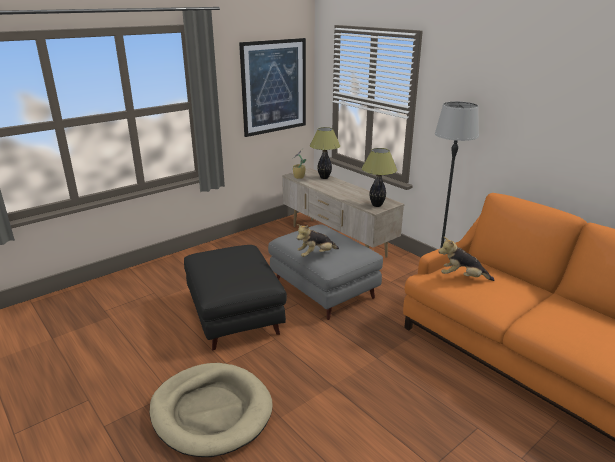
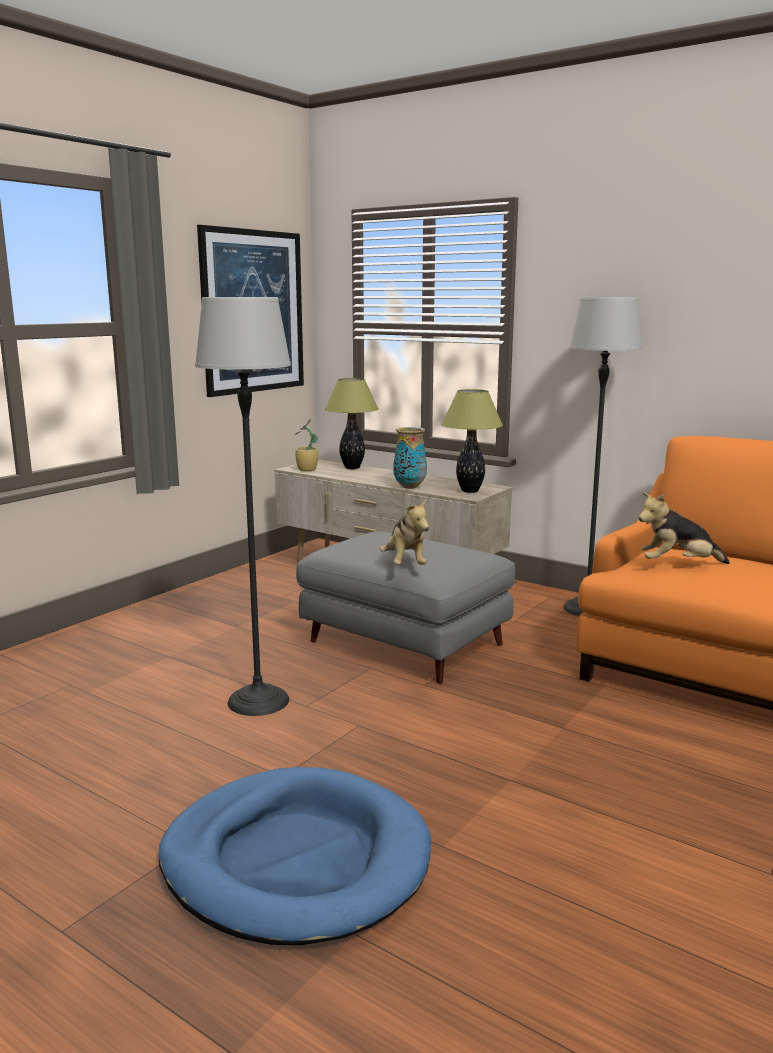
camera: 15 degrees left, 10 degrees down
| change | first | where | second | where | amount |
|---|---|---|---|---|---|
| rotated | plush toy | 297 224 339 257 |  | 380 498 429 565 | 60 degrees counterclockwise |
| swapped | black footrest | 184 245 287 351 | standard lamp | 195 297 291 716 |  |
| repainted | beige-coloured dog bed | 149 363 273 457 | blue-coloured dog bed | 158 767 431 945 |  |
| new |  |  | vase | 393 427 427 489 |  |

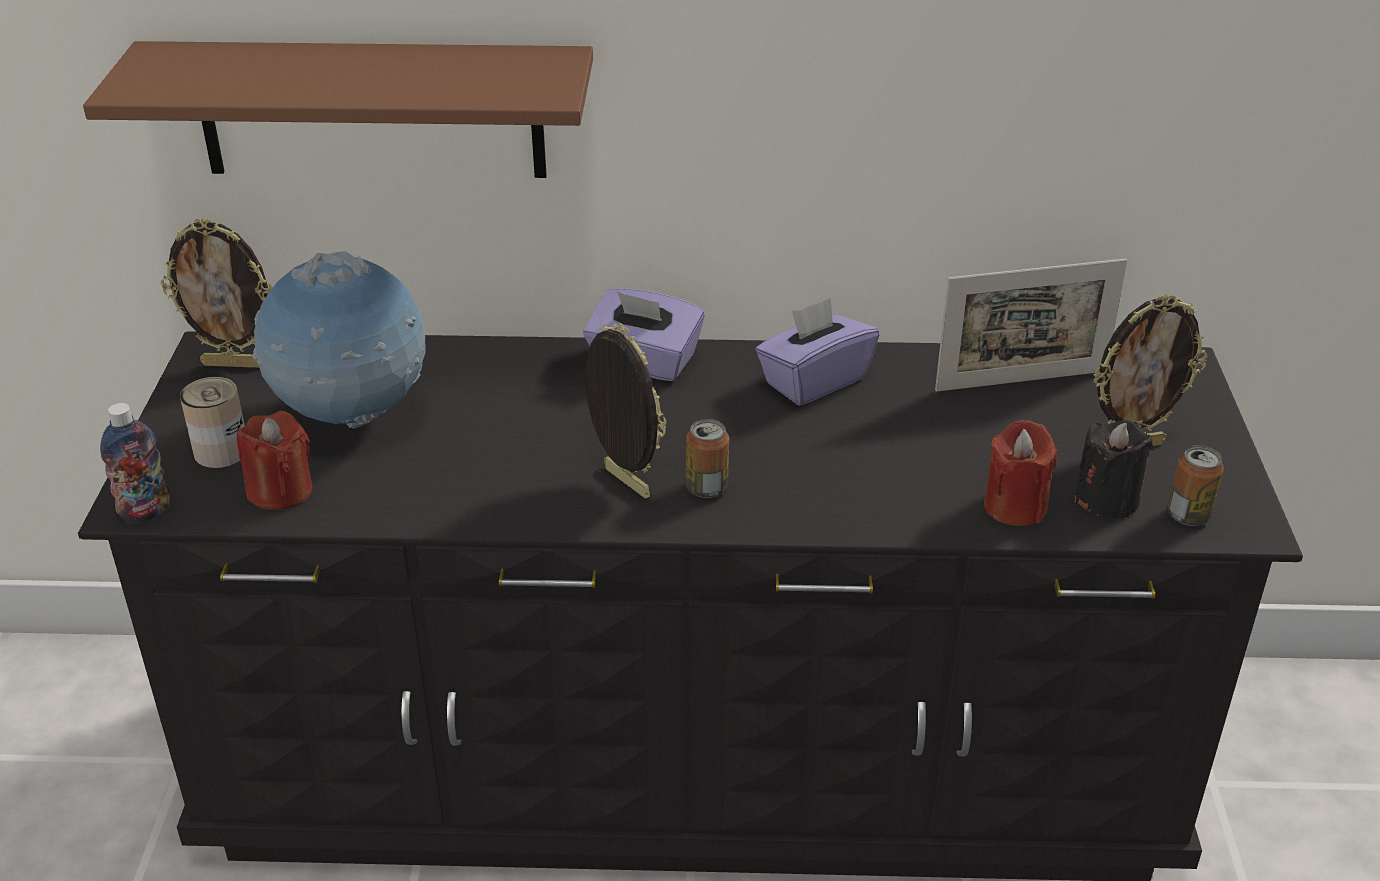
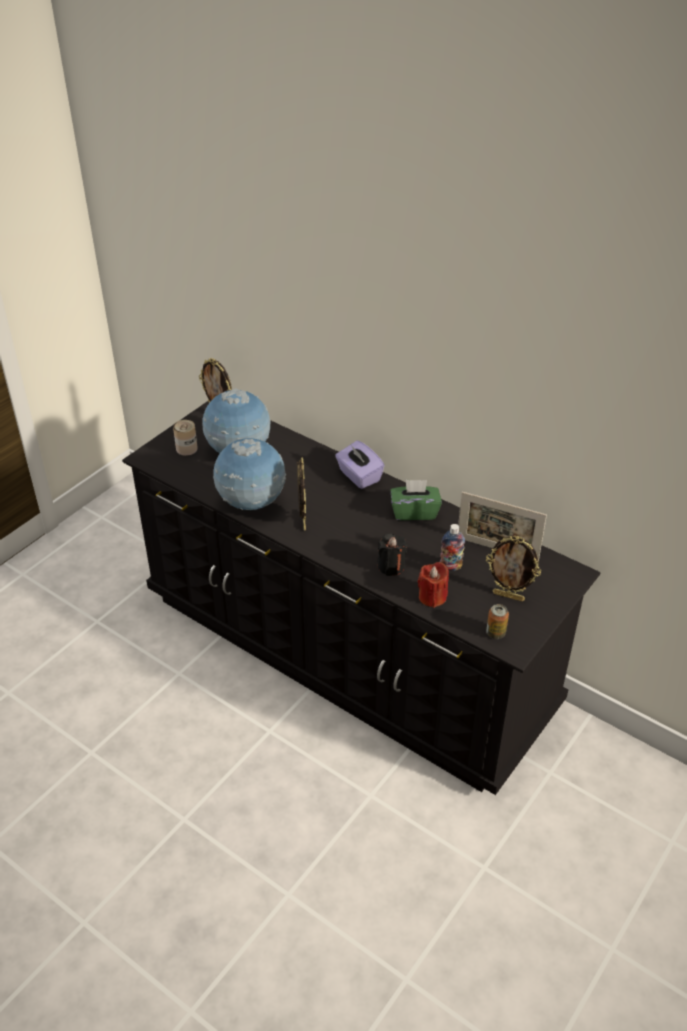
camera: 35 degrees right, 5 degrees up
| change | first | where | second | where | amount |
|---|---|---|---|---|---|
| gone | brown-coloured bracket shelf | 83 41 593 178 |  |  |  |
| repainted | purple tissue box | 755 297 879 406 | green-coloured tissue box | 390 480 442 520 |  |
| shifted | drink bottle | 100 403 170 523 |  | 440 524 465 571 |  |
| gone | red-coloured candle | 237 411 312 510 |  |  |  |
| gone | can | 686 419 729 498 |  |  |  |
| shifted | black candle | 1074 420 1153 519 |  | 378 533 407 576 |  |
| new |  |  | globe | 213 438 286 510 |  |

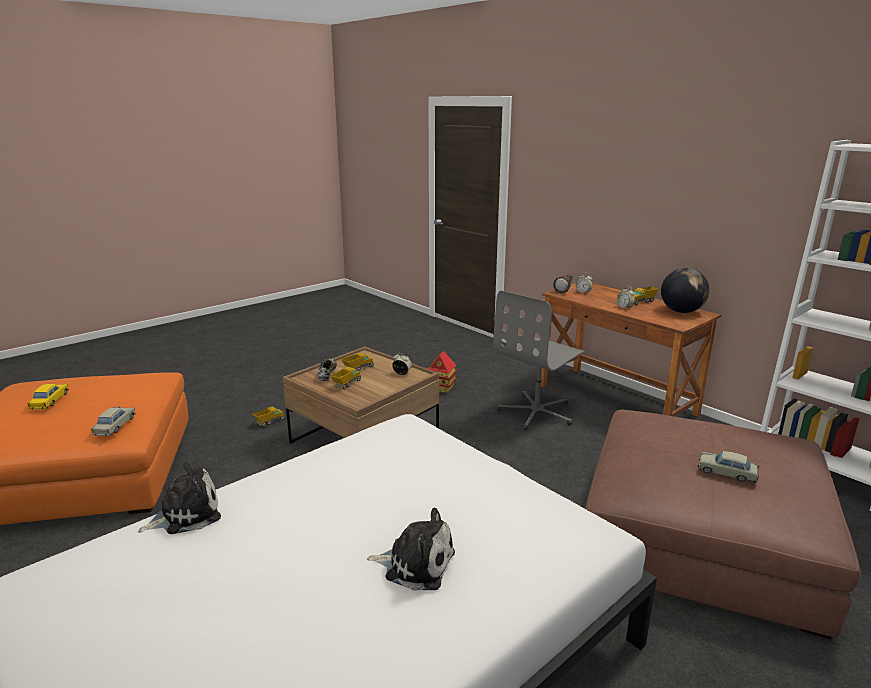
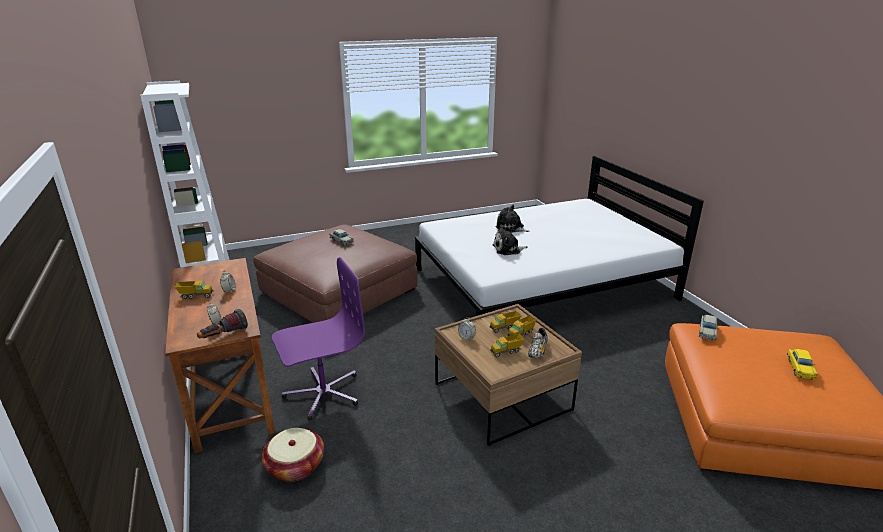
camera: 160 degrees left, 5 degrees up
| change | first | where | second | where | amount |
|---|---|---|---|---|---|
| gone | globe | 661 268 709 313 |  |  |  |
| repainted | gray office chair | 493 290 585 430 | purple office chair | 272 257 365 420 |  |
| gone | toy house | 428 351 457 393 |  |  |  |
| shifted | toy truck | 253 406 285 427 |  | 490 311 521 333 |  |
| shifted | plush toy | 138 462 221 534 |  | 493 225 528 255 |  |
| new |  |  | storage basket | 262 428 324 482 |  |

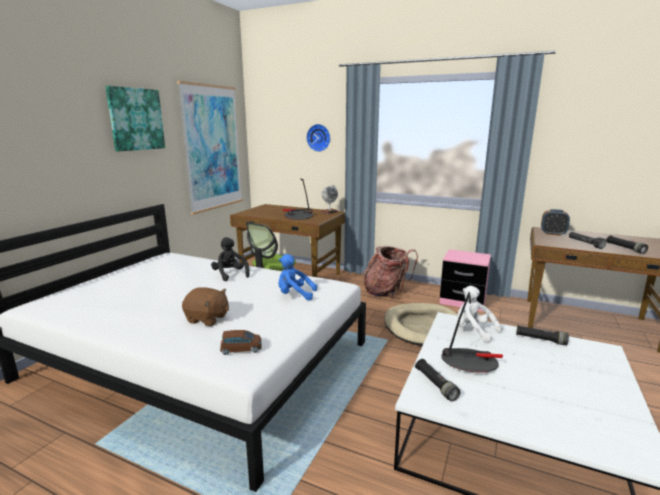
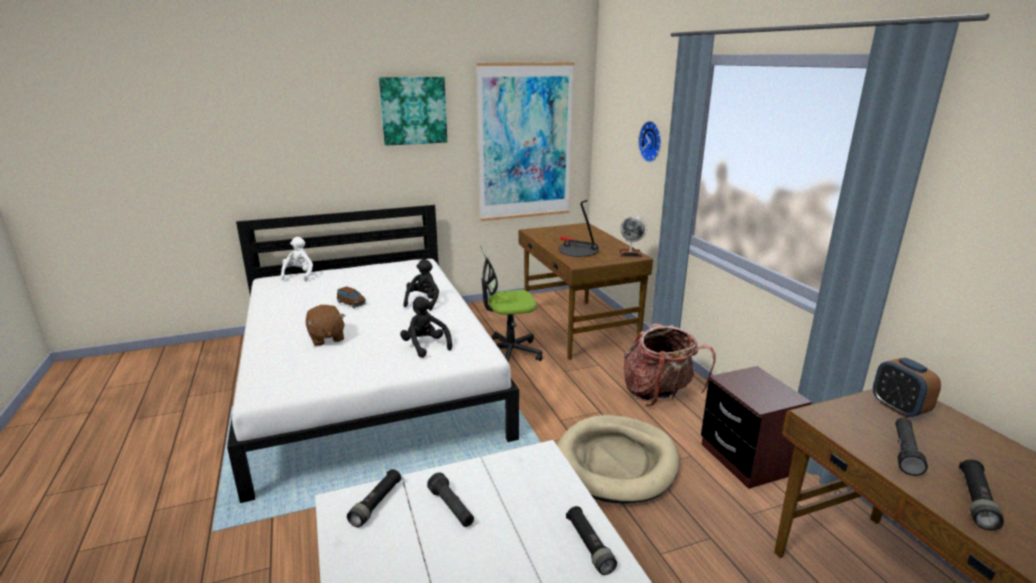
camera: 45 degrees right, 5 degrees up
| change | first | where | second | where | amount |
|---|---|---|---|---|---|
| repainted | pink-coloured bedside table | 439 249 491 311 | brown-coloured bedside table | 701 366 812 489 |  |
| repainted | blue-coloured plush toy | 278 254 317 301 | black plush toy | 400 297 452 358 |  |
| shifted | white plush toy | 457 286 503 342 |  | 281 237 313 281 |  |
| swapped | tabletop lamp | 441 292 503 373 | black flashlight | 427 472 474 527 |  |
| shifted | brown-coloured miniature car | 220 330 262 355 |  | 337 286 365 308 |  |

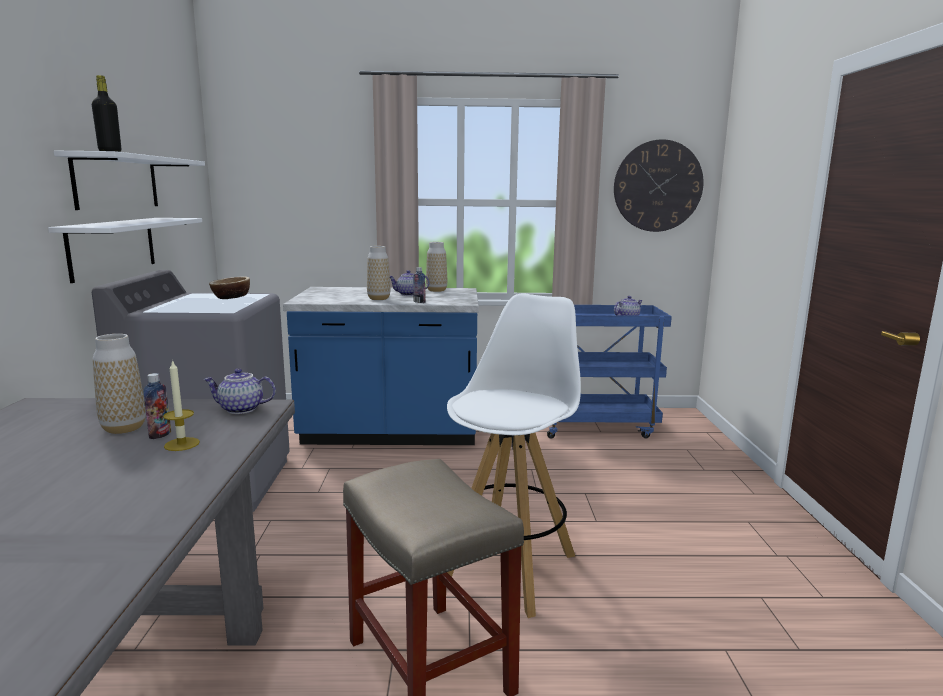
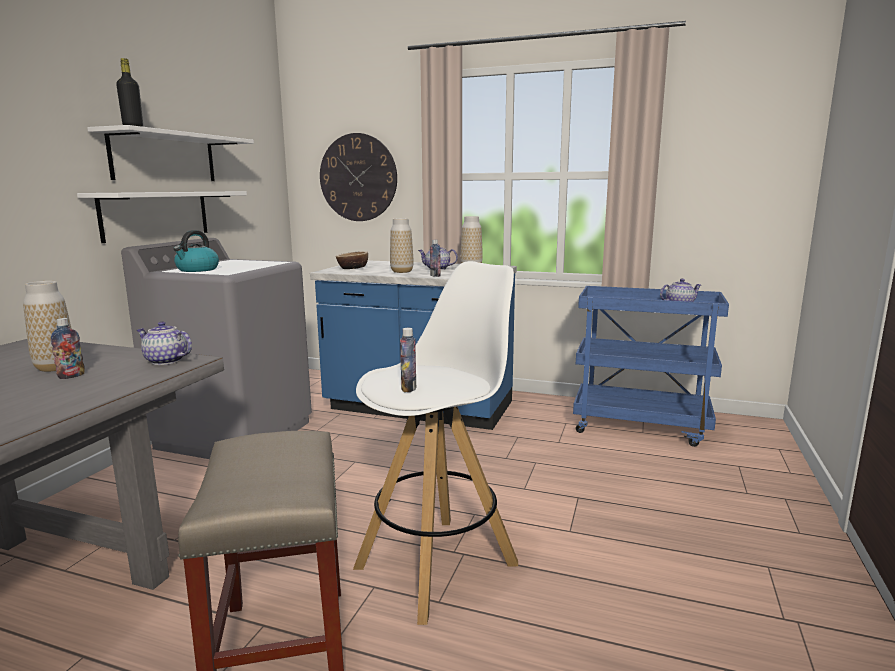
camera: 20 degrees right, 0 degrees up
| change | first | where | second | where | amount |
|---|---|---|---|---|---|
| shifted | wall clock | 614 139 704 232 |  | 320 133 397 221 |  |
| shifted | deep dish | 209 277 250 299 |  | 336 251 368 269 |  |
| gone | candle | 163 359 200 451 |  |  |  |
| new |  |  | tea kettle | 173 230 219 272 |  |
| new |  |  | drink bottle | 400 328 416 392 |  |

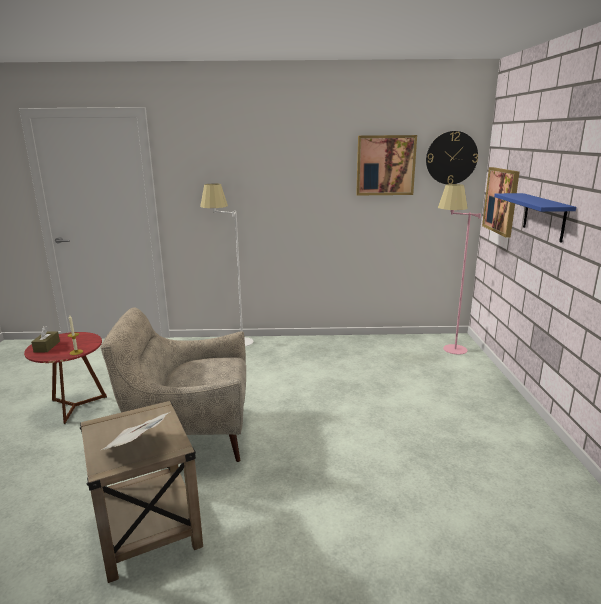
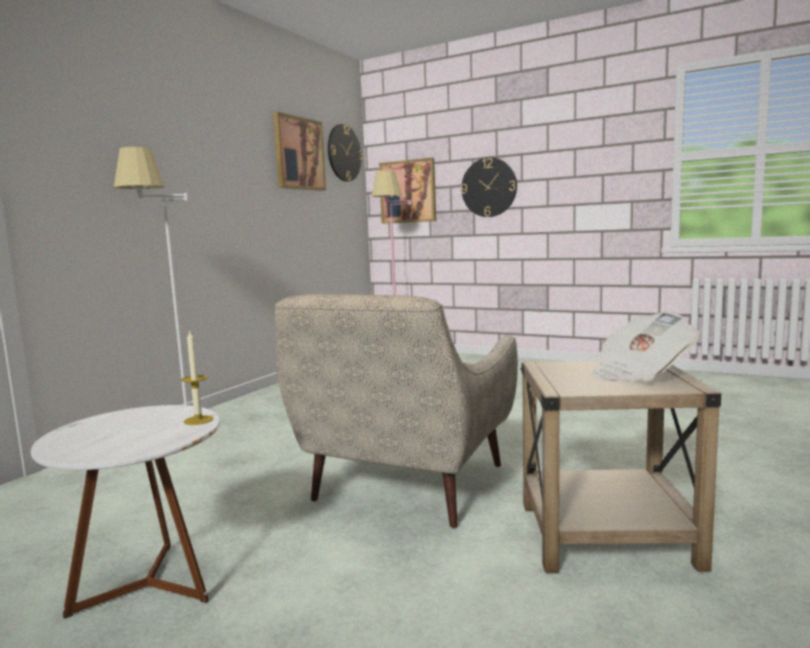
camera: 60 degrees left, 10 degrees down
| change | first | where | second | where | amount |
|---|---|---|---|---|---|
| swapped | blue-coloured bracket shelf | 494 193 576 242 | wall clock | 461 157 517 217 |  |
| gone | brown-coloured tissue box | 31 326 60 352 |  |  |  |
| repainted | red-coloured side table | 24 332 107 424 | white side table | 31 405 220 619 |  |

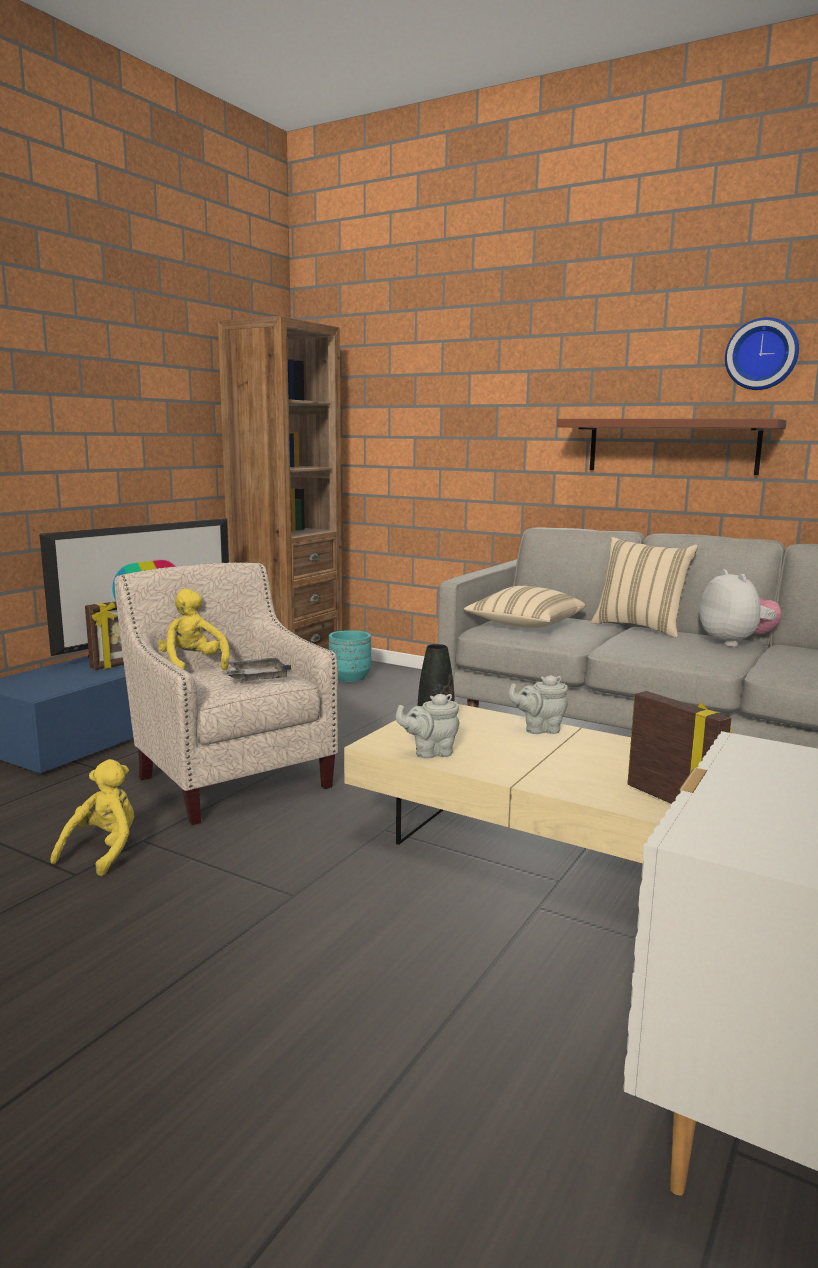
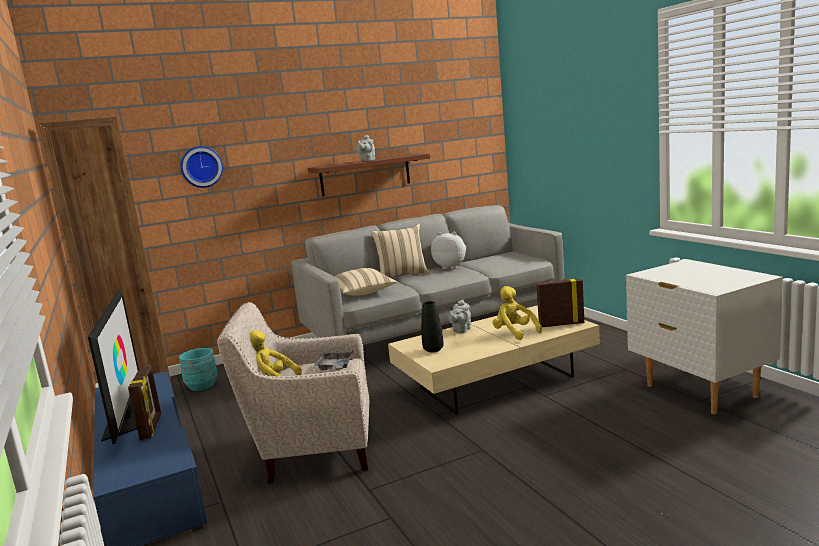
camera: 55 degrees left, 0 degrees up
| change | first | where | second | where | amount |
|---|---|---|---|---|---|
| shifted | wall clock | 725 317 799 390 |  | 180 146 223 188 |  |
| shifted | gray tea pot | 396 694 459 759 |  | 357 135 375 161 |  |
| shifted | yellow plush toy | 50 759 134 876 |  | 493 286 542 340 |  |

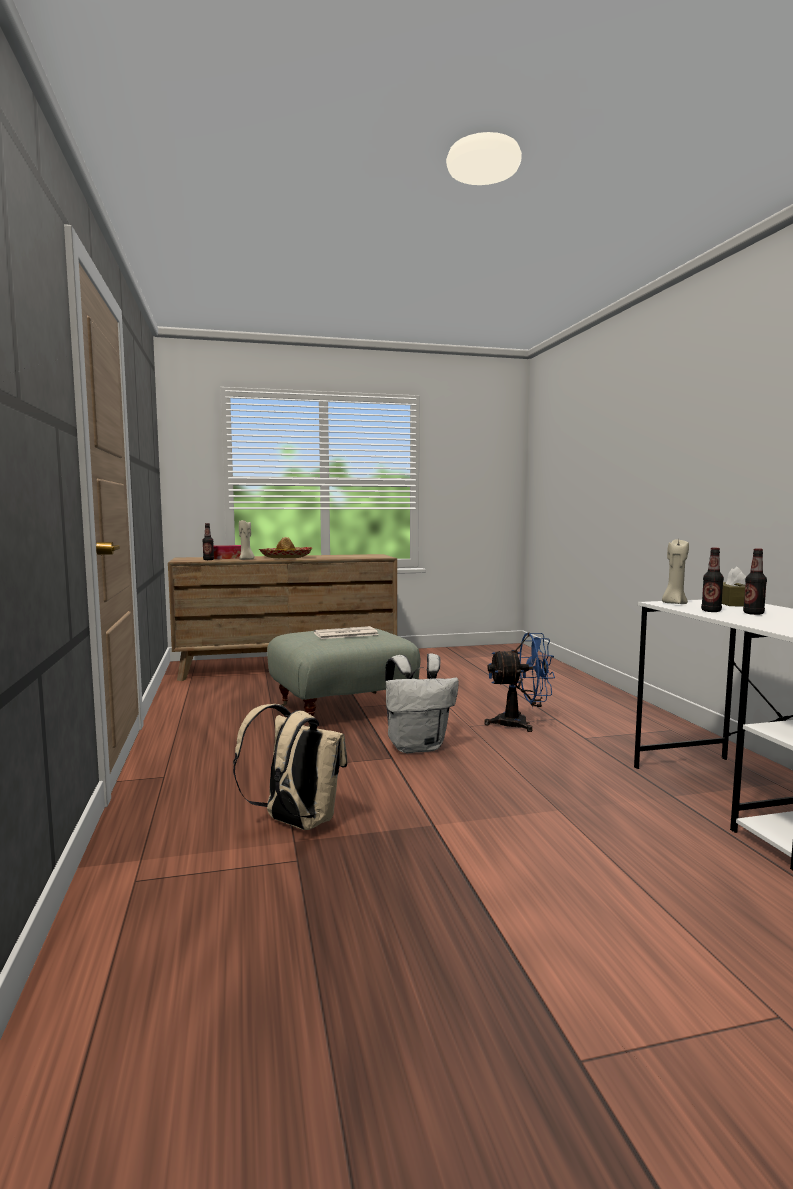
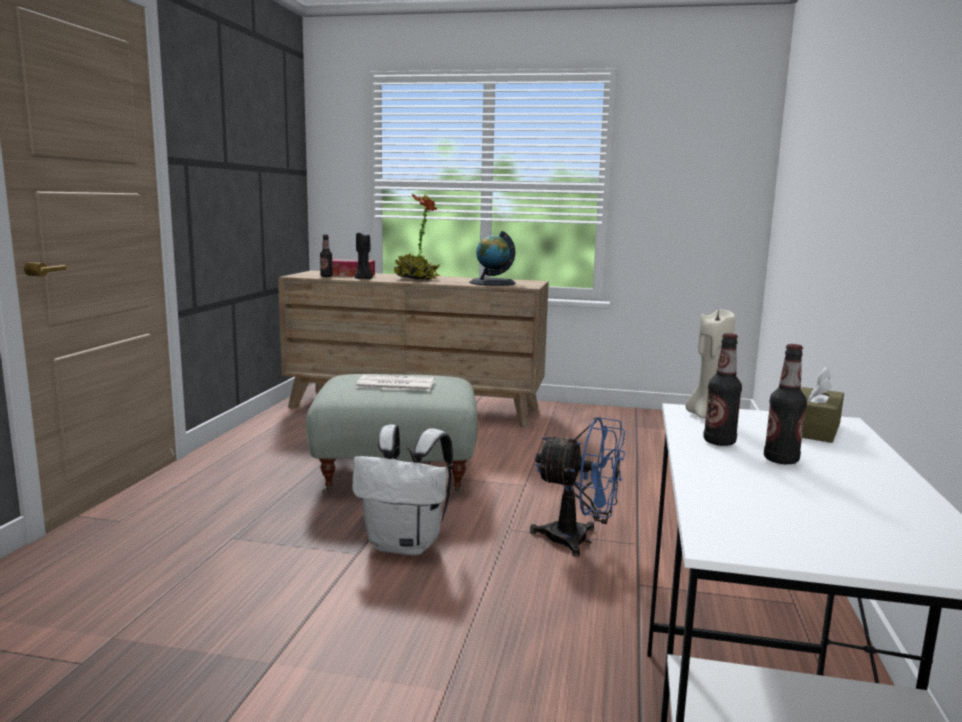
camera: 25 degrees right, 5 degrees up
| change | first | where | second | where | amount |
|---|---|---|---|---|---|
| repainted | beige-coloured candle | 239 520 254 560 | black candle | 354 233 373 279 |  |
| swapped | wearable hat | 259 537 312 558 | potted plant | 393 194 440 280 |  |
| gone | beige-coloured rucksack | 233 704 348 830 |  |  |  |
| new |  |  | globe | 469 231 516 286 |  |

